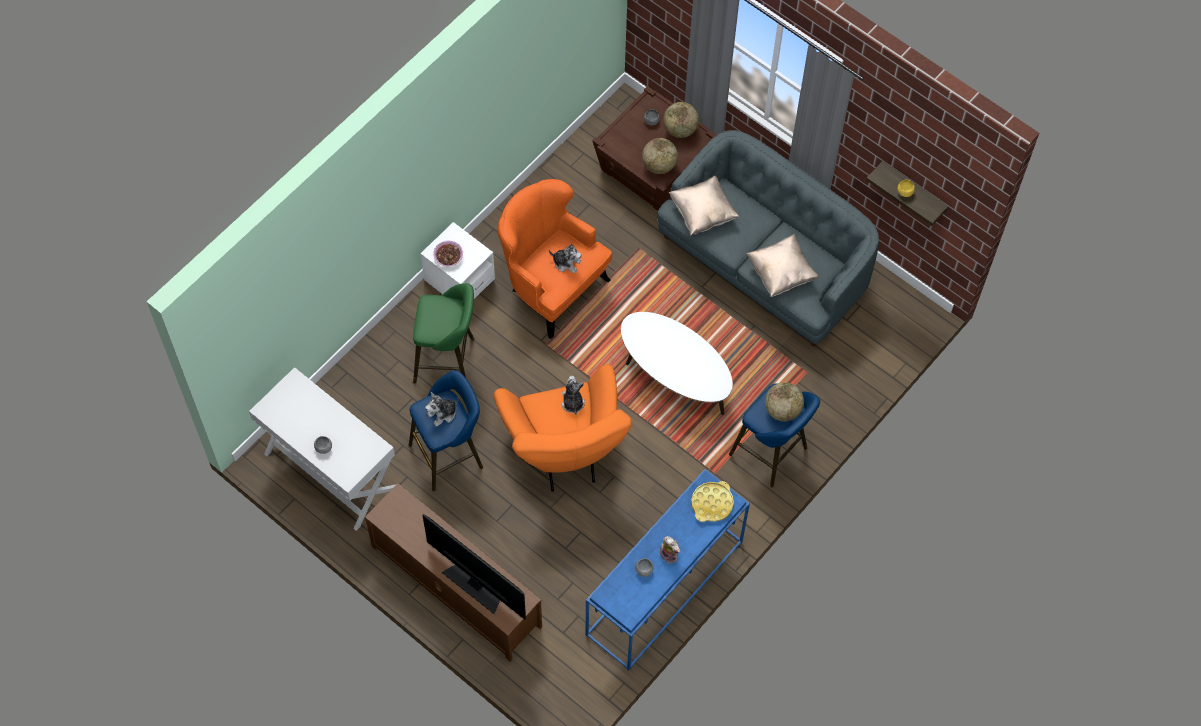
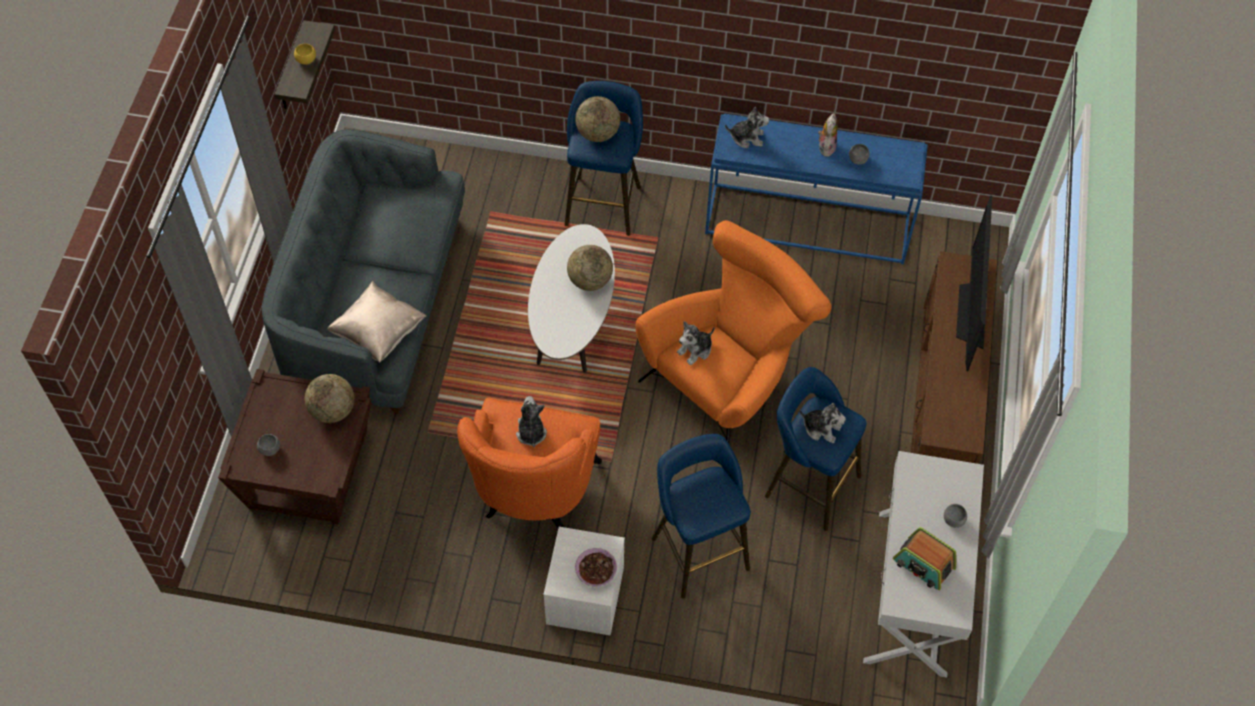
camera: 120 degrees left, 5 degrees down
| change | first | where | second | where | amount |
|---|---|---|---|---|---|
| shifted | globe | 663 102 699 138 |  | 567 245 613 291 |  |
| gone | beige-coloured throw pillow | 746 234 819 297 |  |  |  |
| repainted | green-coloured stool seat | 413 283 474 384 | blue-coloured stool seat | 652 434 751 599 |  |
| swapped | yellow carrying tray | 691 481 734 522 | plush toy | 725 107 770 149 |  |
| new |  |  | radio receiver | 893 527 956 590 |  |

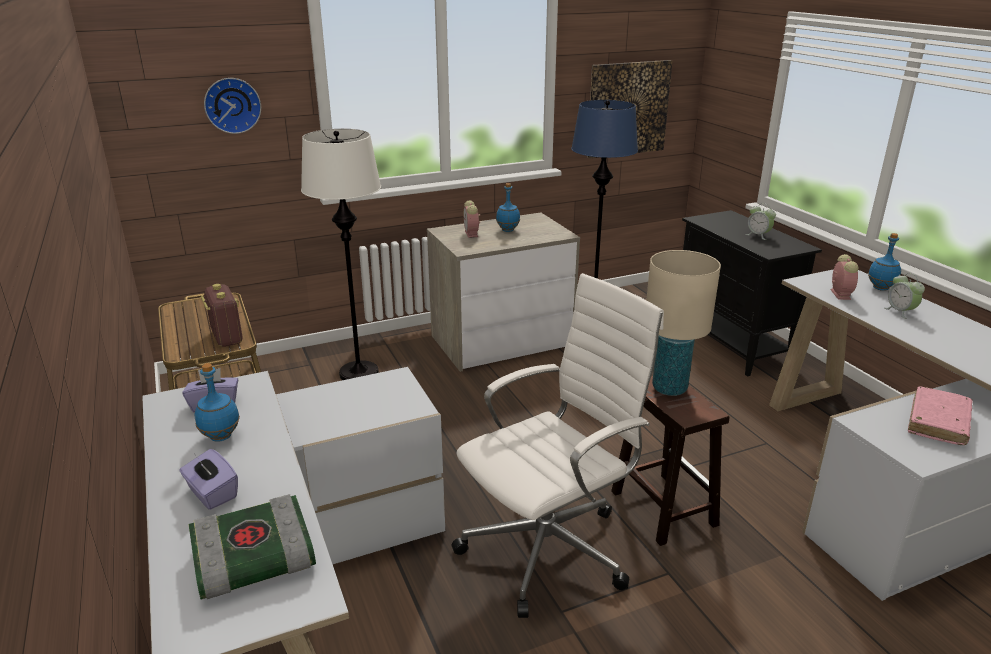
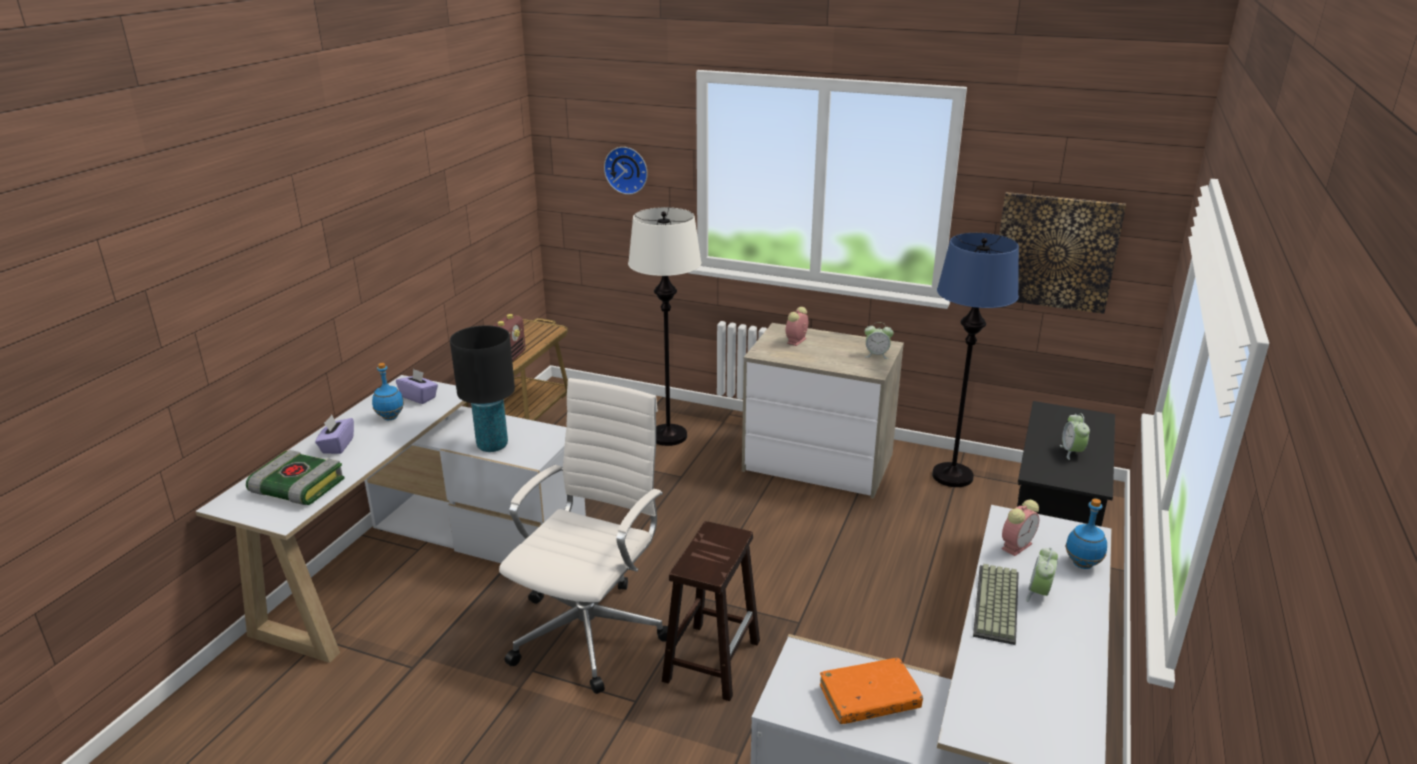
camera: 45 degrees right, 0 degrees up
| change | first | where | second | where | amount |
|---|---|---|---|---|---|
| gone | blue-coloured drink bottle | 496 183 520 232 |  |  |  |
| gone | beige-coloured tabletop lamp | 647 250 721 396 |  |  |  |
| rotated | white office chair | 452 273 664 618 |  | 499 378 668 694 | 75 degrees counterclockwise |
| repainted | pink-coloured book | 908 386 973 445 | orange-coloured book | 820 658 923 724 |  |
| new |  |  | alarm clock | 864 322 894 359 |  |
| new |  |  | black tabletop lamp | 450 325 515 452 |  |
| new |  |  | PC keyboard | 973 564 1019 645 |  |

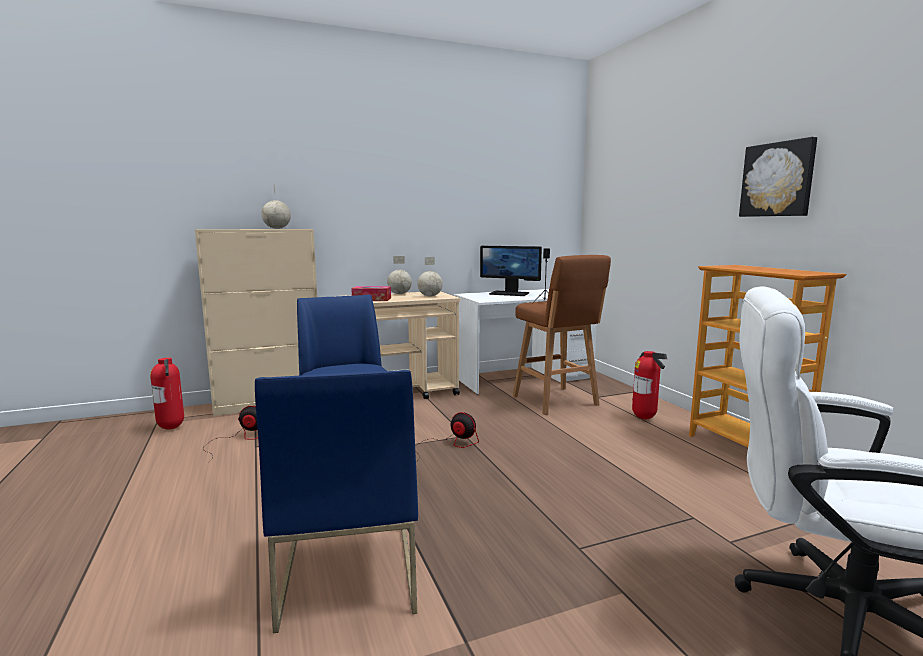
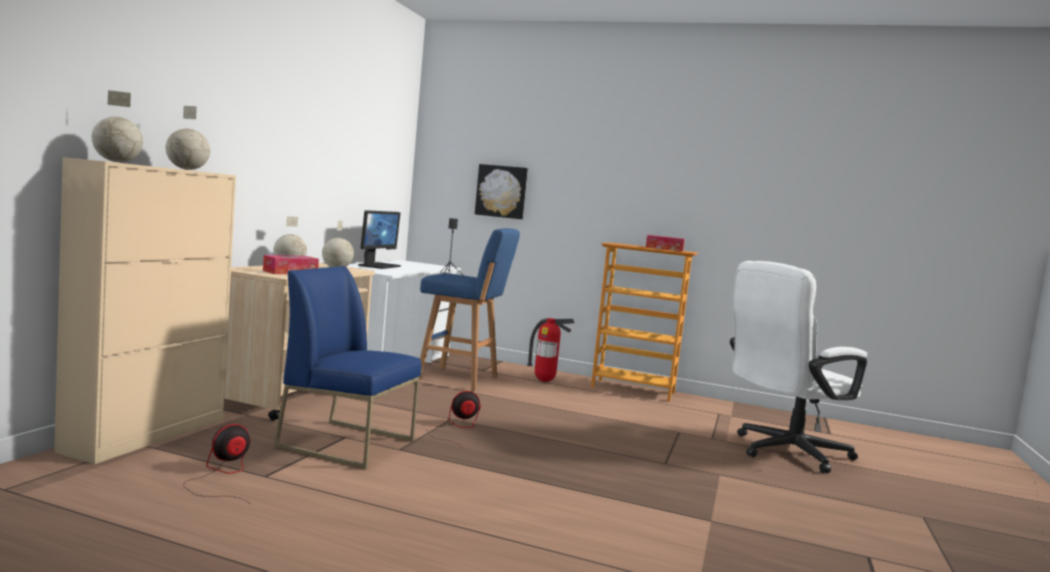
camera: 50 degrees left, 5 degrees down
| change | first | where | second | where | amount |
|---|---|---|---|---|---|
| shifted | wall picture | 739 137 817 217 |  | 475 164 528 219 |  |
| rotated | monitor | 480 246 542 296 |  | 358 210 401 269 | 45 degrees counterclockwise |
| repainted | brown-coloured stool seat | 513 255 611 415 | blue-coloured stool seat | 419 228 520 391 |  |
| gone | extinguisher | 150 358 184 430 |  |  |  |
| gone | blue-coloured upright chair | 255 370 418 633 |  |  |  |
| new |  |  | globe | 92 90 143 162 |  |
| new |  |  | tissue box | 646 235 685 252 |  |

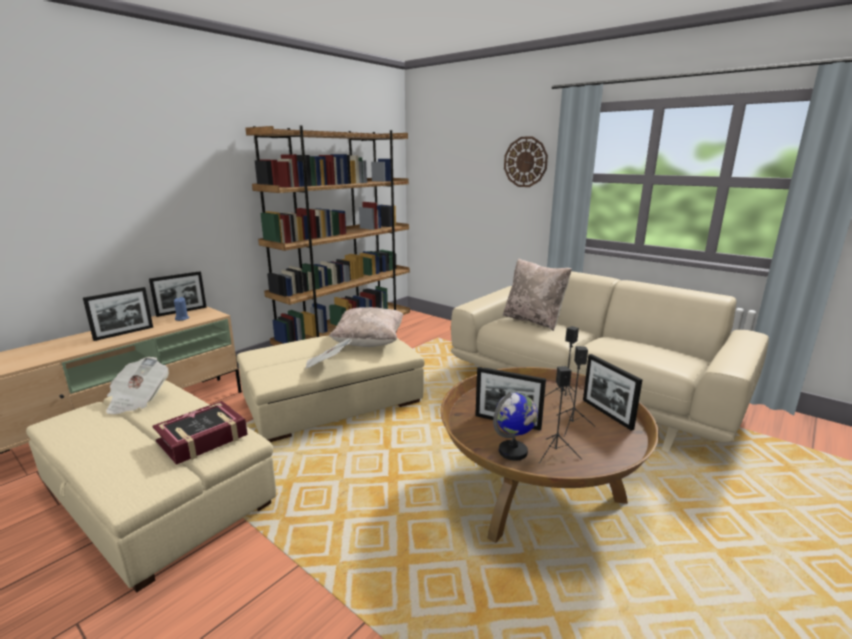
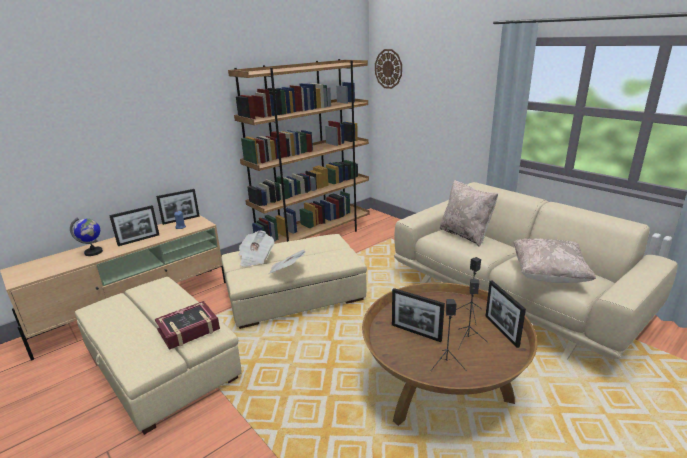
camera: 10 degrees right, 5 degrees up
| change | first | where | second | where | amount |
|---|---|---|---|---|---|
| shifted | wall clock | 504 136 548 187 |  | 375 49 402 89 |  |
| shifted | beige-coloured throw pillow | 329 307 403 347 |  | 513 238 596 283 |  |
| shifted | printed paper | 106 357 169 414 |  | 238 231 274 267 |  |
| shifted | globe | 493 392 538 461 |  | 70 217 103 256 |  |

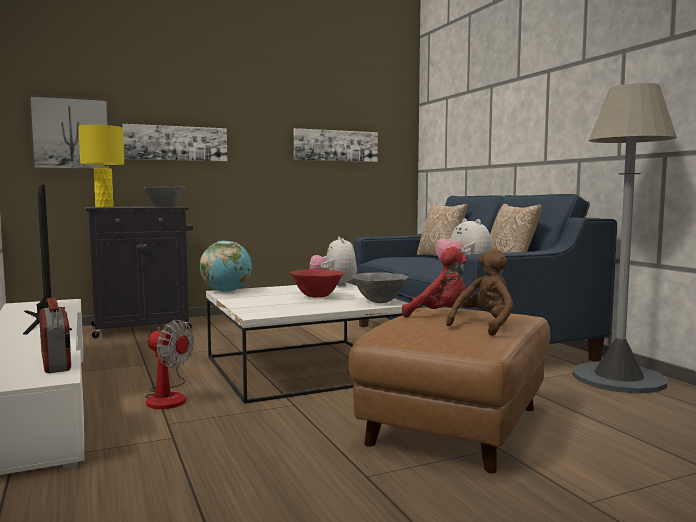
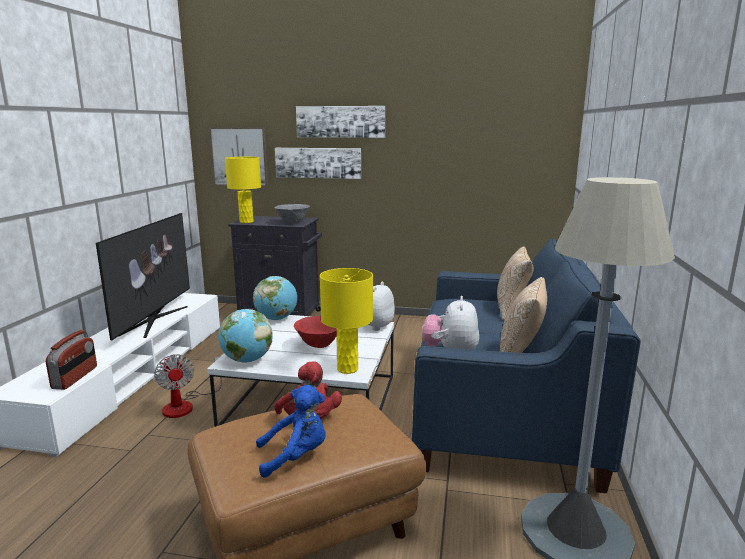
camera: 35 degrees right, 10 degrees up
| change | first | where | second | where | amount |
|---|---|---|---|---|---|
| shifted | wall picture | 294 128 378 162 |  | 296 106 385 138 |  |
| repainted | brown-coloured plush toy | 446 249 513 336 | blue-coloured plush toy | 256 385 326 478 |  |
| swapped | gray deep dish | 352 272 408 303 | yellow tabletop lamp | 320 268 373 374 |  |
| new |  |  | globe | 218 309 273 363 |  |

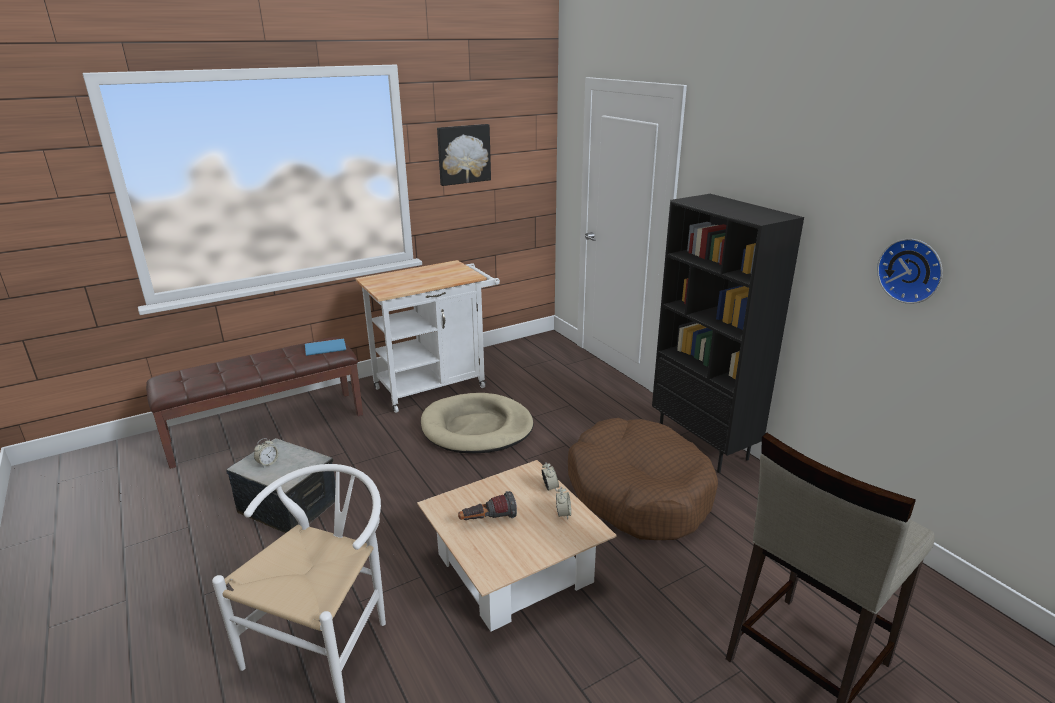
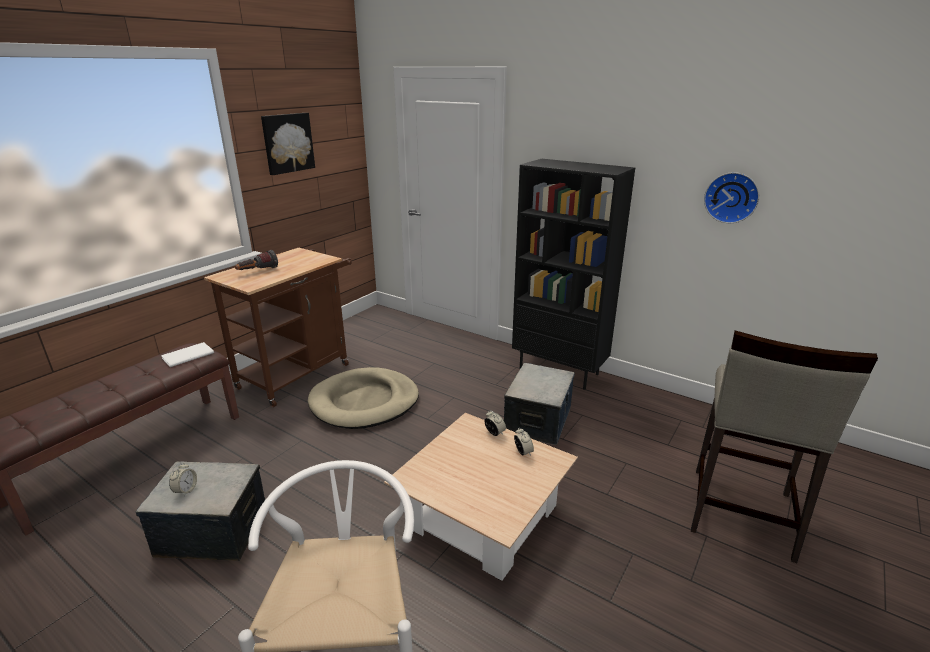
camera: 25 degrees left, 0 degrees up
| change | first | where | second | where | amount |
|---|---|---|---|---|---|
| repainted | white cart | 355 260 500 413 | brown-coloured cart | 204 248 352 407 |  |
| repainted | blue-coloured book | 305 339 346 356 | white book | 161 342 214 367 |  |
| swapped | brown-coloured dog bed | 568 418 718 540 | storage container | 504 363 575 445 |  |
| shifted | flashlight | 458 491 517 520 |  | 235 250 278 270 |  |

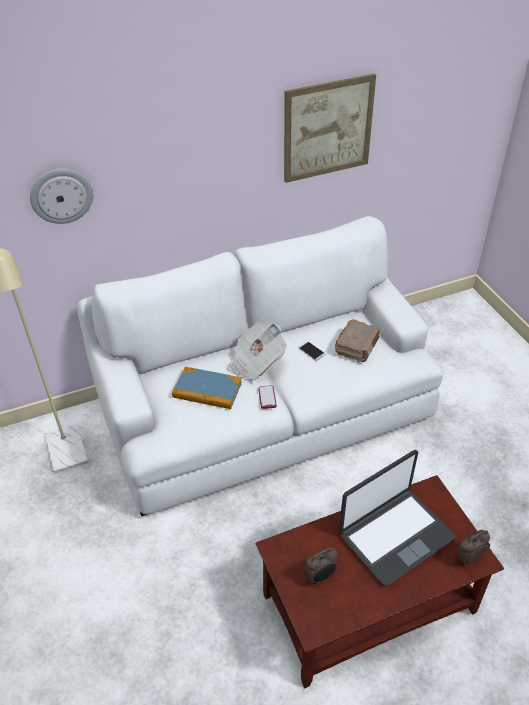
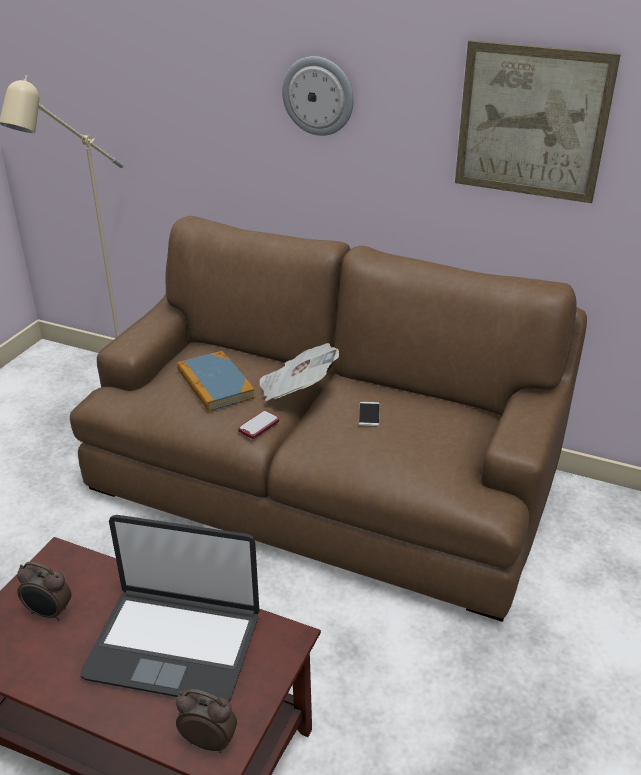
camera: 45 degrees right, 10 degrees down
| change | first | where | second | where | amount |
|---|---|---|---|---|---|
| shifted | wall clock | 30 169 93 224 |  | 282 56 354 136 |  |
| repainted | white couch | 77 216 443 516 | brown-coloured couch | 70 216 587 622 |  |
| gone | brown-coloured book | 335 319 380 362 |  |  |  |

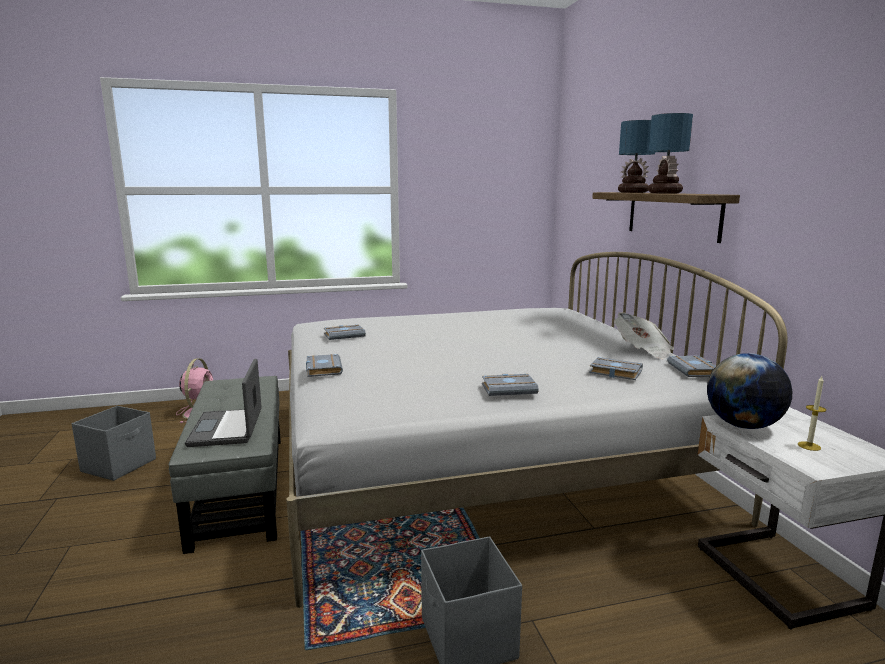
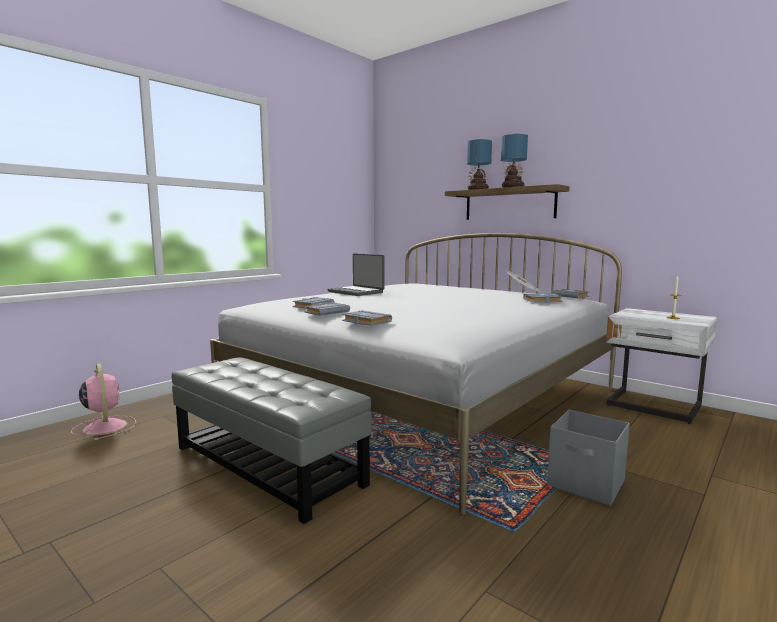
camera: 35 degrees left, 5 degrees down
| change | first | where | second | where | amount |
|---|---|---|---|---|---|
| gone | globe | 707 353 792 429 |  |  |  |
| shifted | portable computer | 185 359 262 447 |  | 328 254 384 296 |  |
| shifted | gray book | 482 374 539 396 |  | 304 302 350 316 |  |
| gone | gray storage container | 72 406 156 481 |  |  |  |

